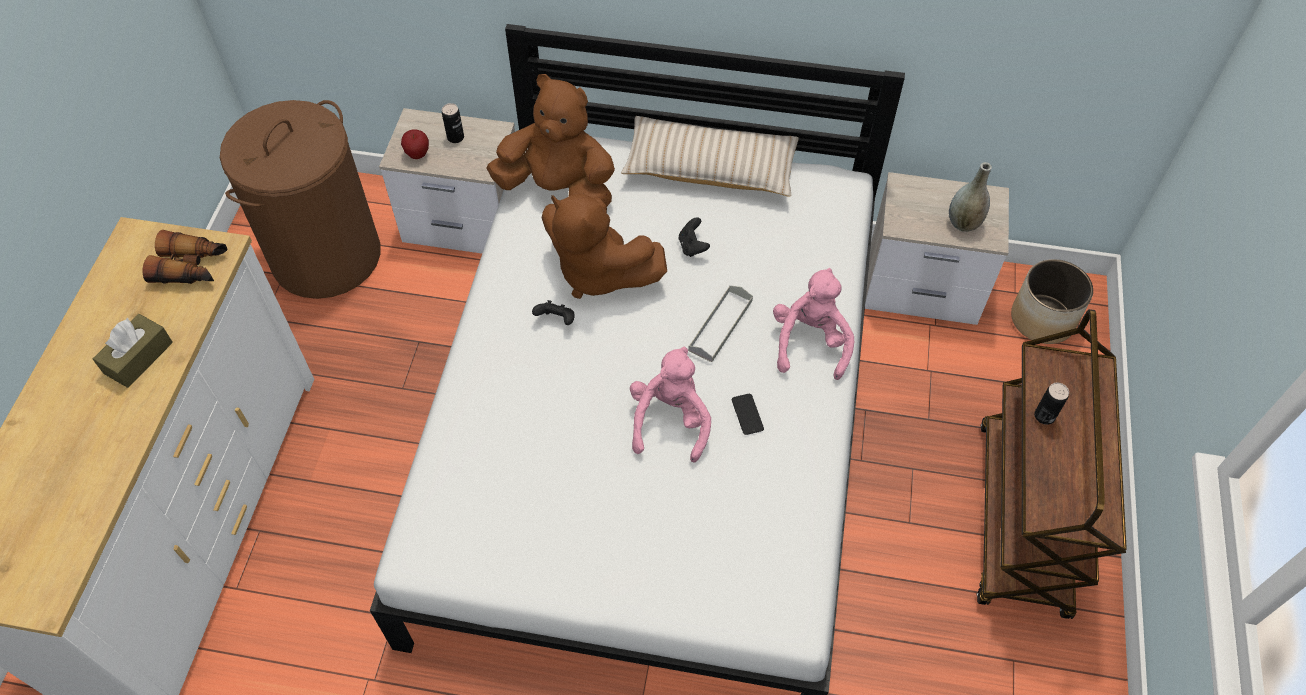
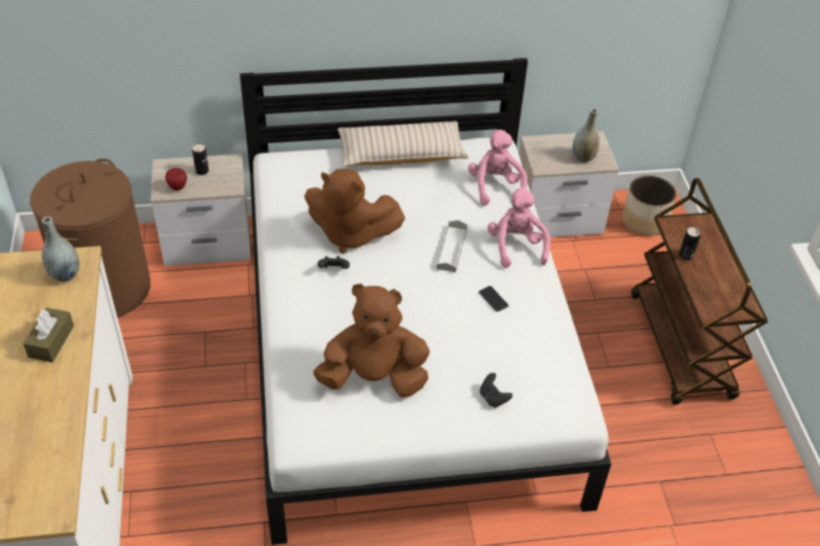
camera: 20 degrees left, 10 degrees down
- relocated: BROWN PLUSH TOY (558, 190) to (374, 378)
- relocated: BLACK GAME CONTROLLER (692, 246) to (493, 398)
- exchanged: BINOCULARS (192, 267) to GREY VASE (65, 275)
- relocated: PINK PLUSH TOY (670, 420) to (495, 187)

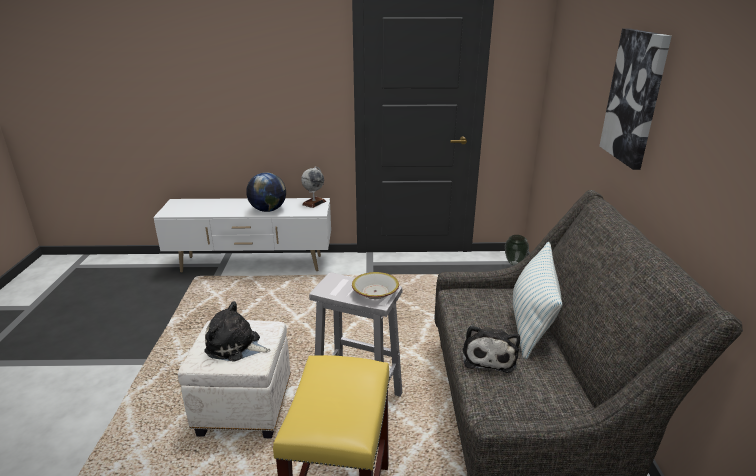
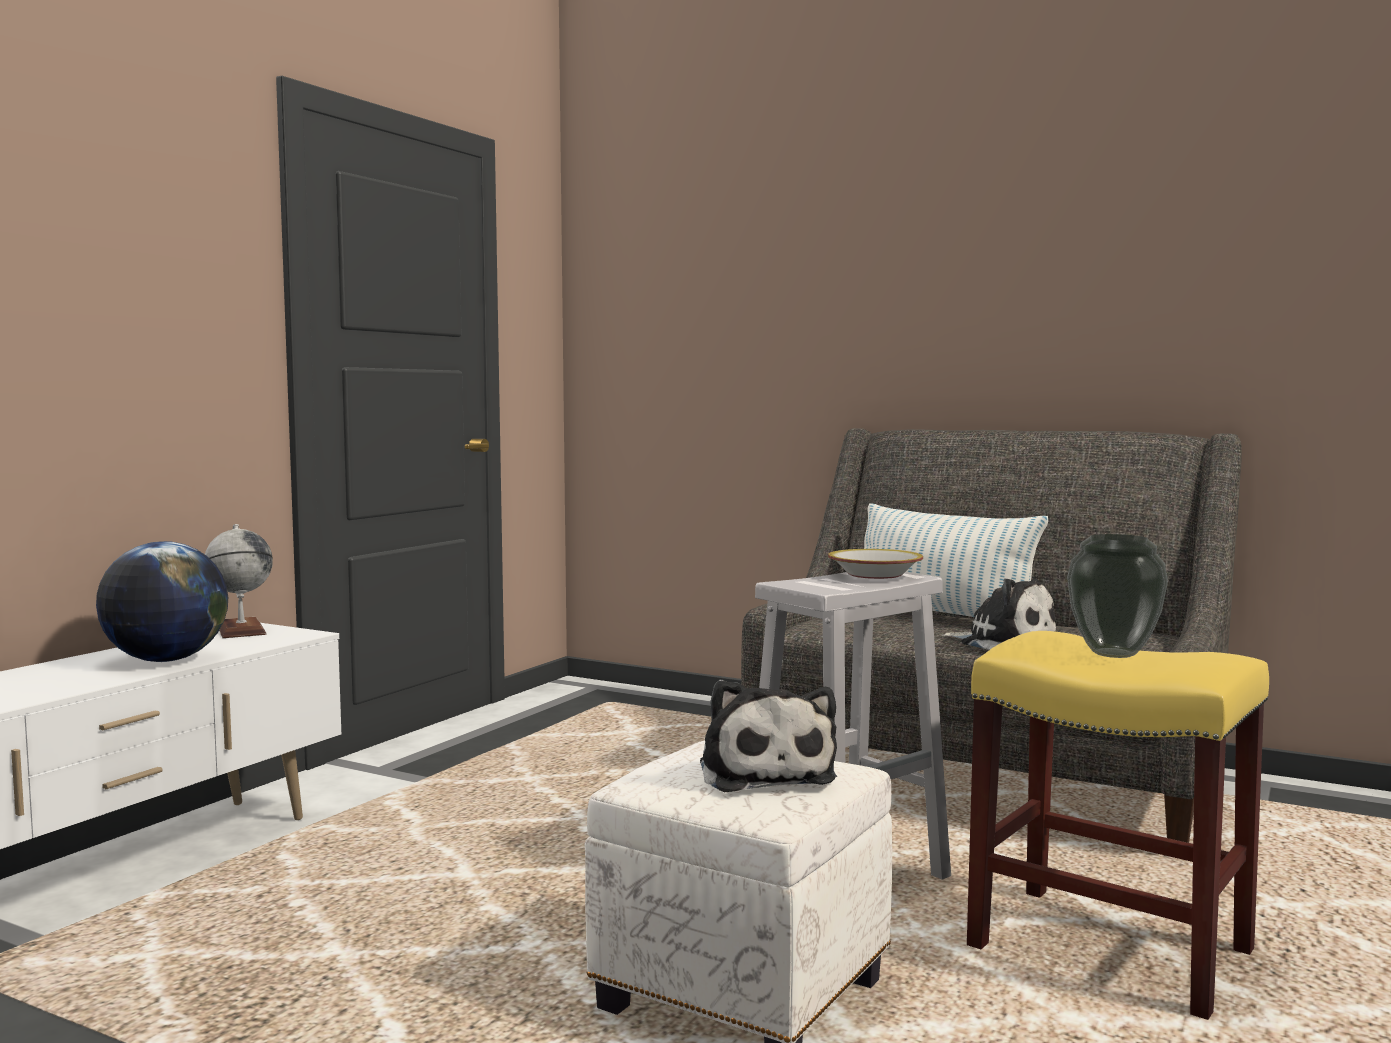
camera: 60 degrees left, 20 degrees down
- missing: PICTURE (635, 97)
- relocated: VASE (515, 263) to (1115, 653)
- spun: PLUSH TOY (236, 346) = (765, 773) 60 degrees counterclockwise

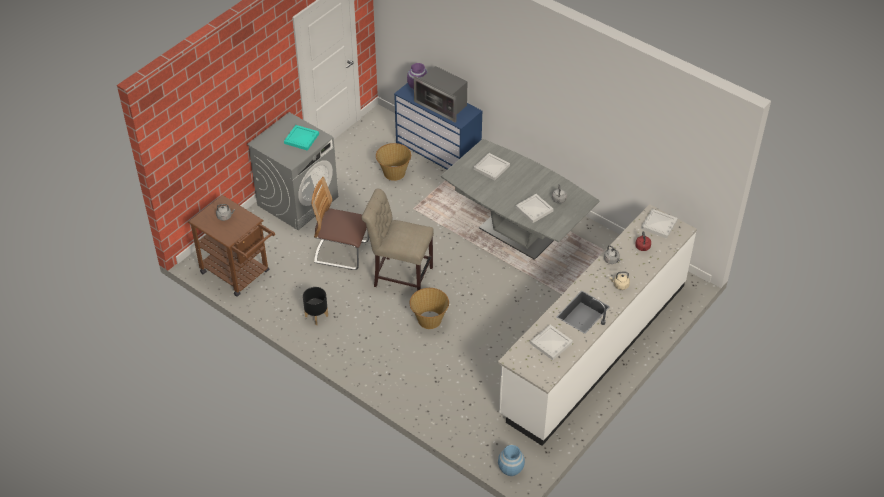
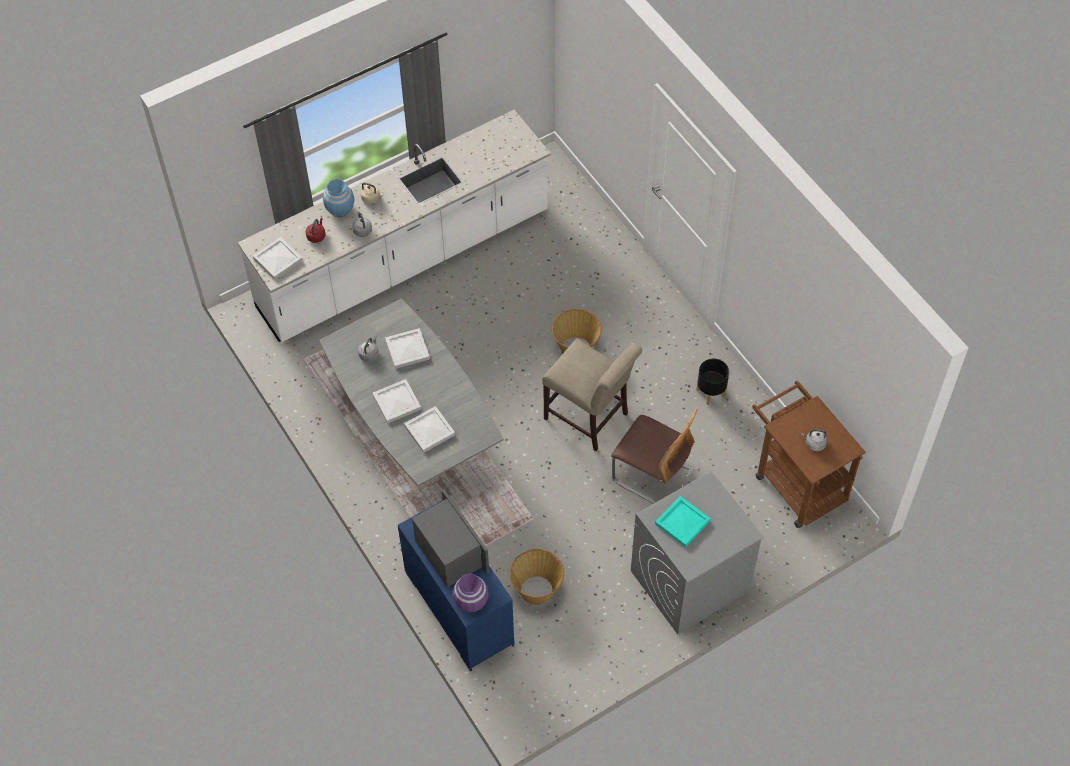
camera: 160 degrees left, 10 degrees up
- relocated: WHITE TRAY (550, 343) to (397, 402)
- relocated: BLUE VASE (510, 469) to (340, 209)

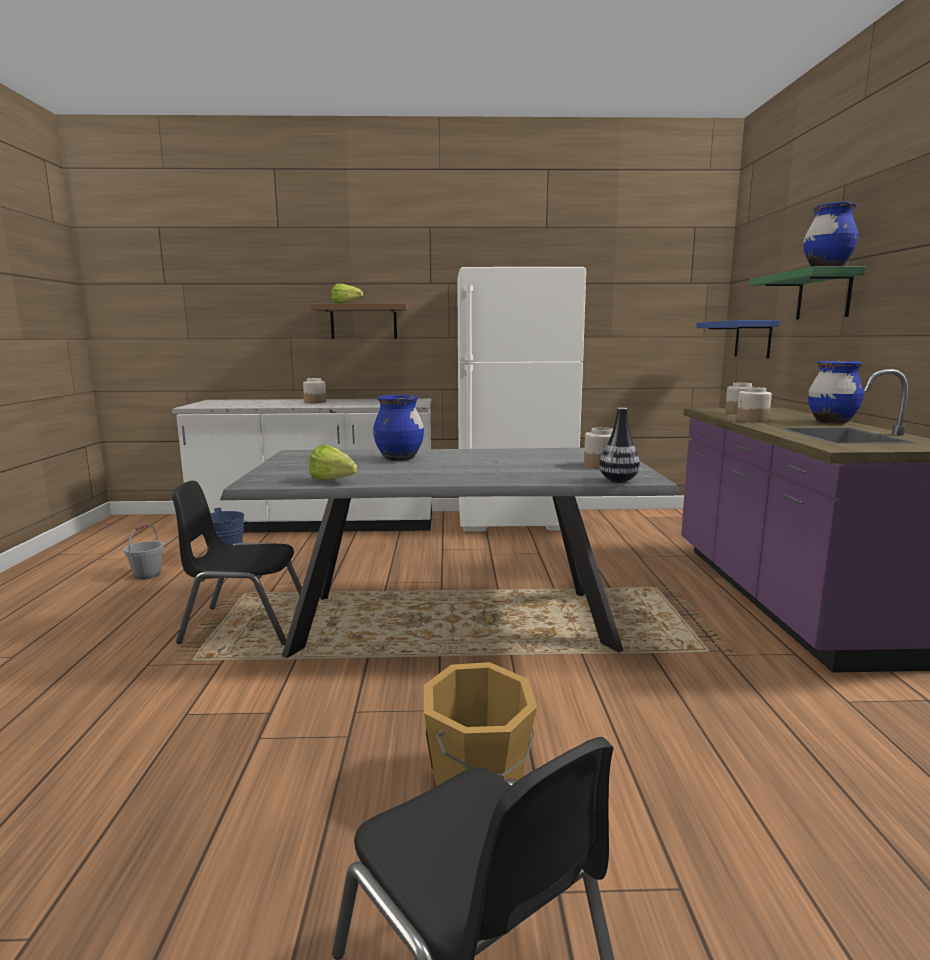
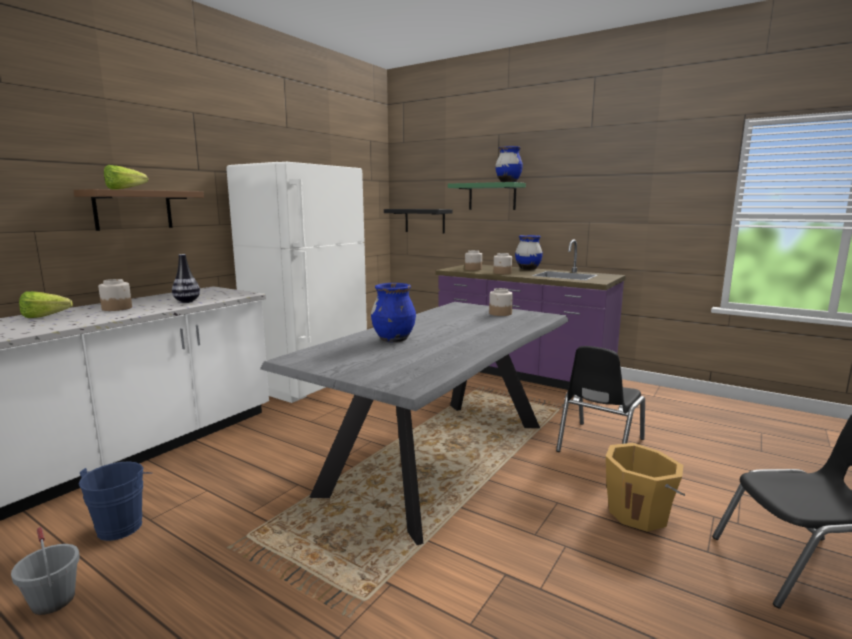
camera: 55 degrees left, 0 degrees up
- colour: BLUE SHELF (753, 339) to BLACK SHELF (424, 220)
- relocated: VASE (618, 481) to (187, 301)
- relocated: LETTUCE (335, 482) to (49, 317)
- relocated: BLACK CHAIR (246, 624) to (599, 445)

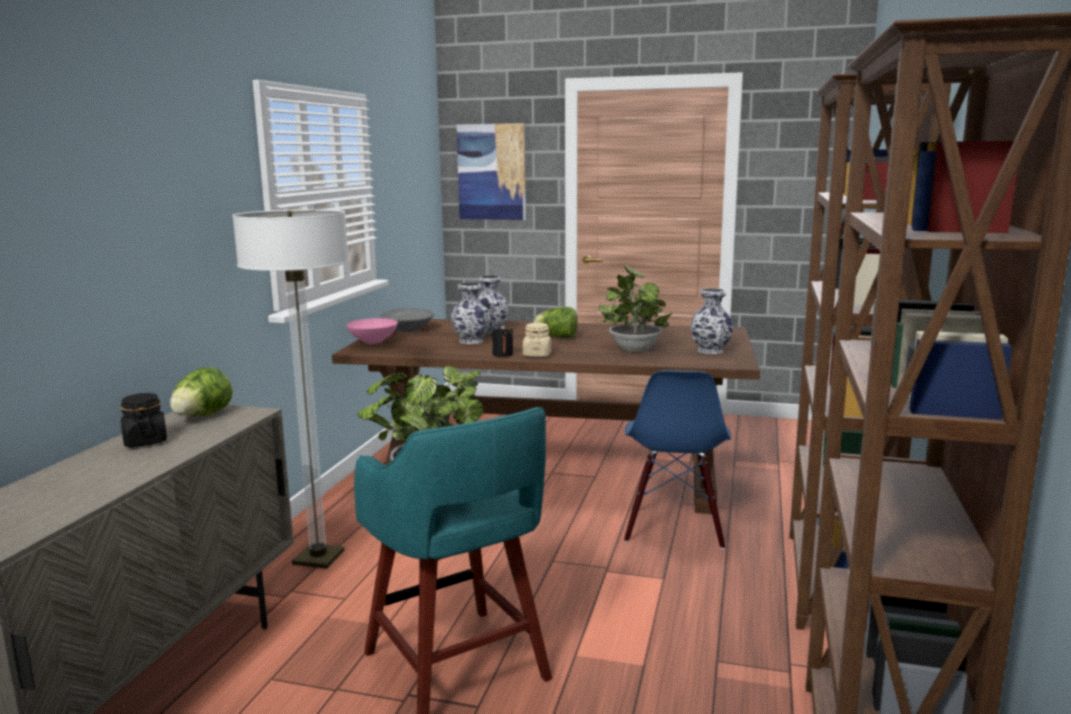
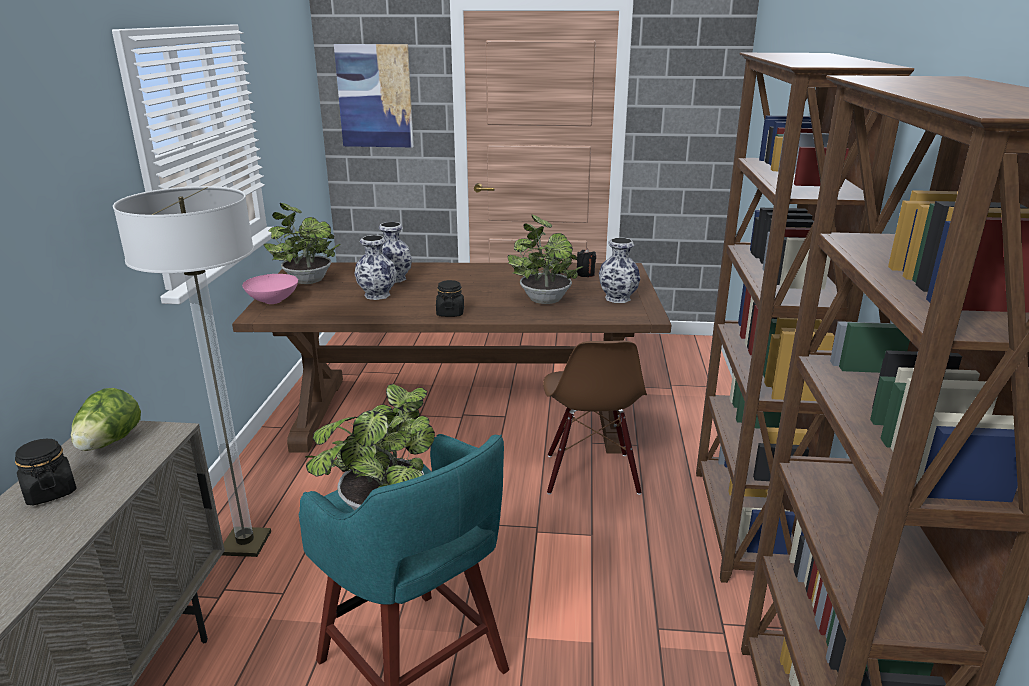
camera: 10 degrees left, 10 degrees up
- missing: LETTUCE (557, 337)
- exchanged: GREY BOWL (408, 329) to POTTED PLANT (306, 280)
- colour: BEIGE JAR (537, 355) to BLACK JAR (450, 313)
- relocated: BLACK CANDLE (502, 354) to (585, 274)
- colour: BLUE CHAIR (674, 529) to BROWN CHAIR (590, 474)

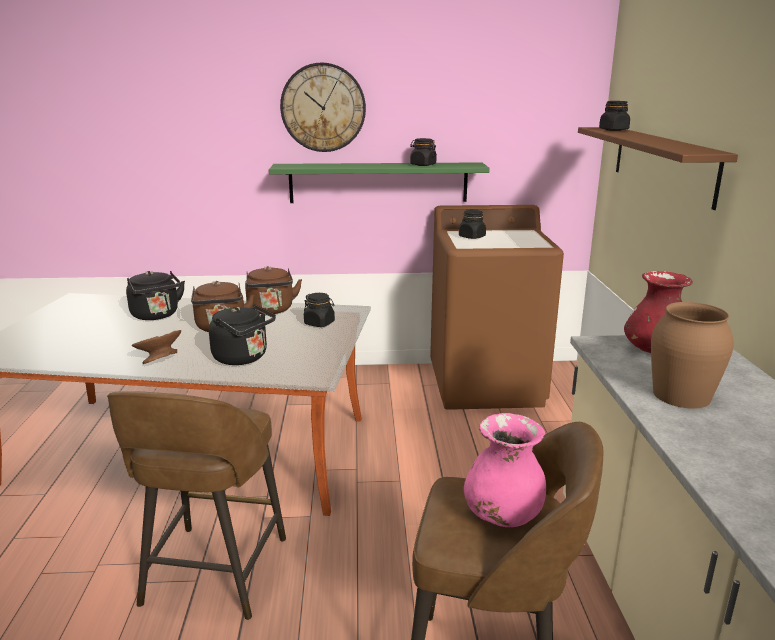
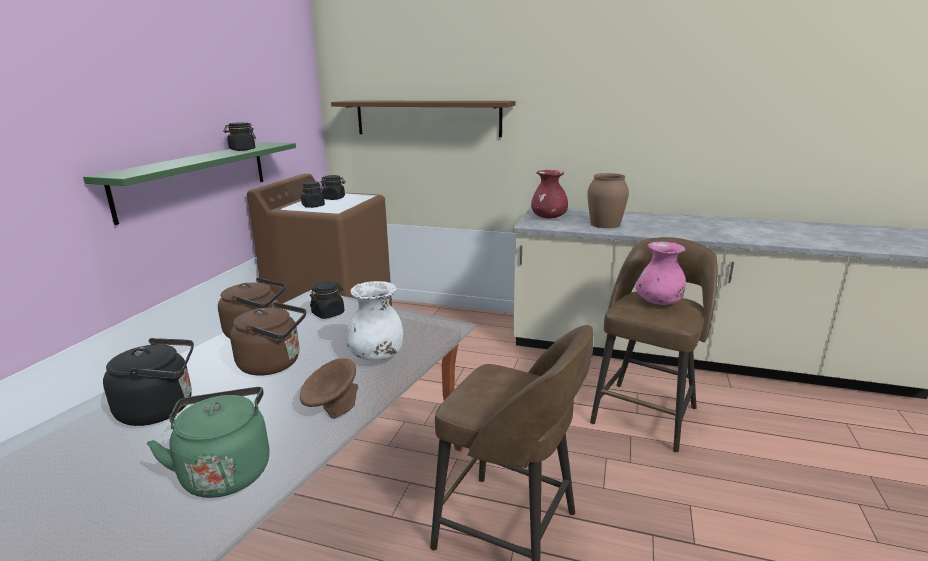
camera: 70 degrees left, 0 degrees up
- missing: WALL CLOCK (323, 108)
- relocated: BLACK JAR (613, 130) to (334, 198)
- exchanged: BLACK KETTLE (243, 358) to WHITE VASE (377, 356)
- appeared: GREEN KETTLE (226, 470)

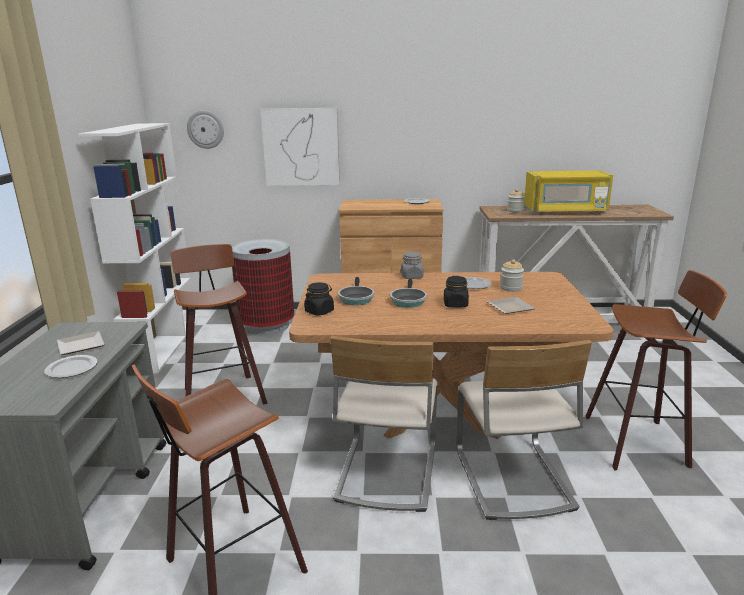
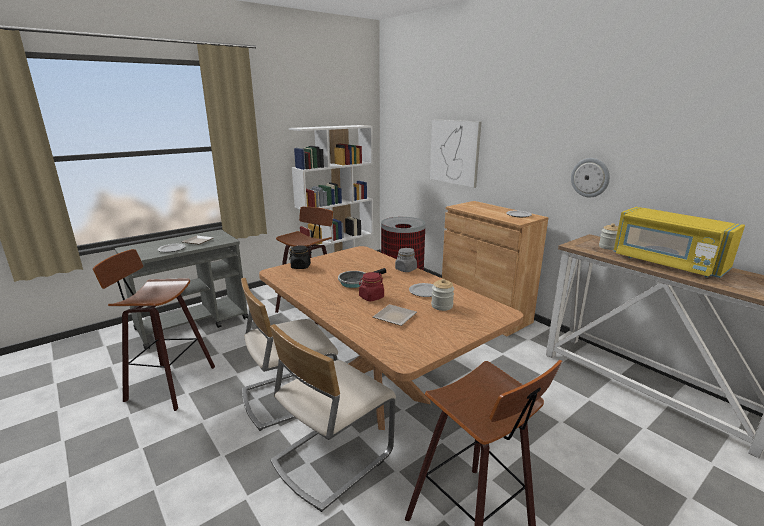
camera: 50 degrees right, 0 degrees up
- relocated: WALL CLOCK (205, 129) to (590, 177)
- colour: BLACK JAR (455, 304) to RED JAR (371, 297)
- missing: FRYING PAN (355, 298)

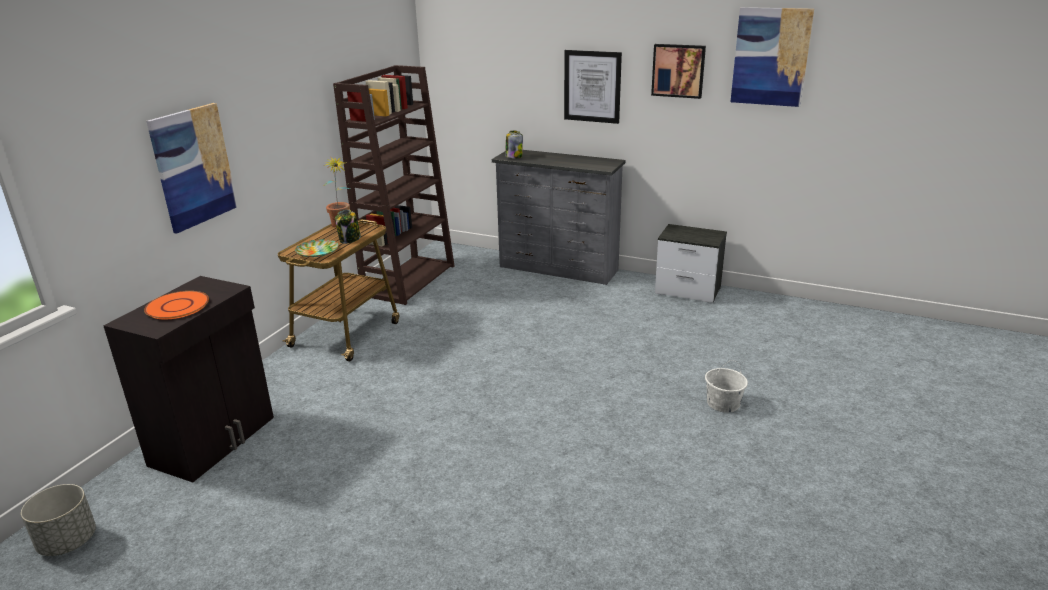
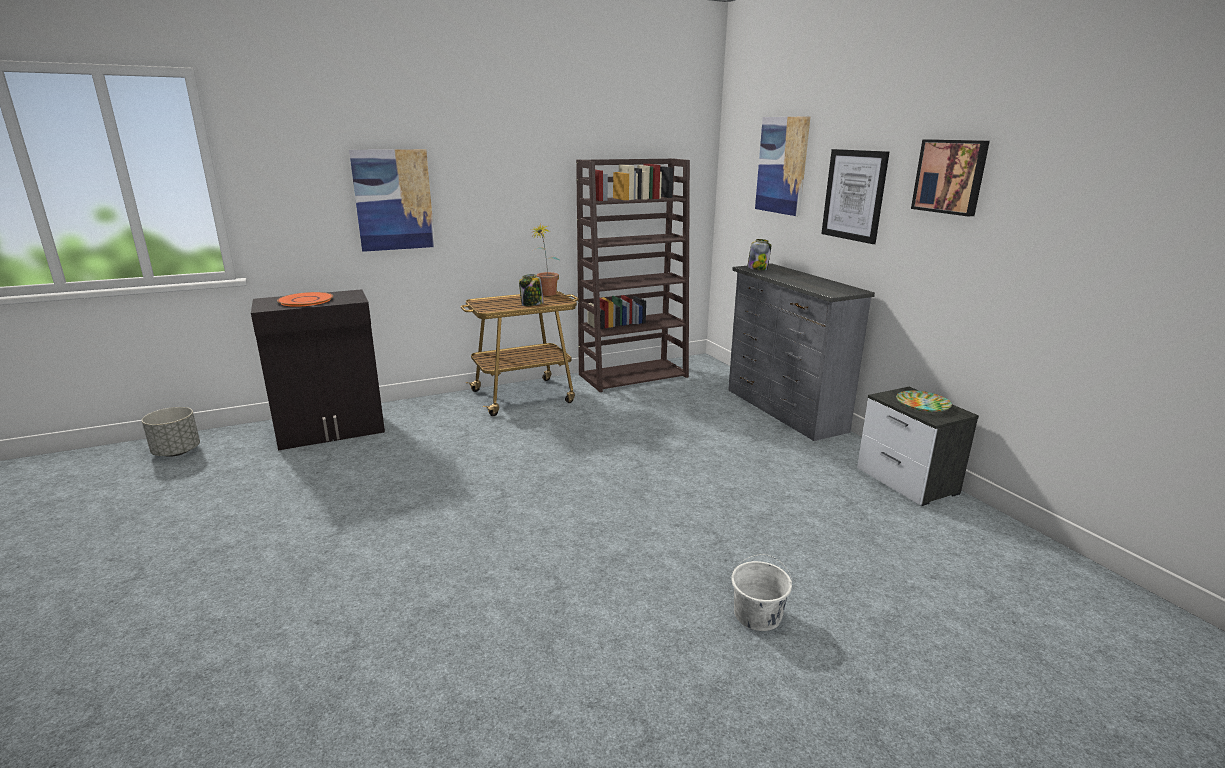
camera: 40 degrees right, 5 degrees down
- relocated: PICTURE (770, 57) to (782, 165)
- relocated: PLATE (317, 251) to (923, 405)

